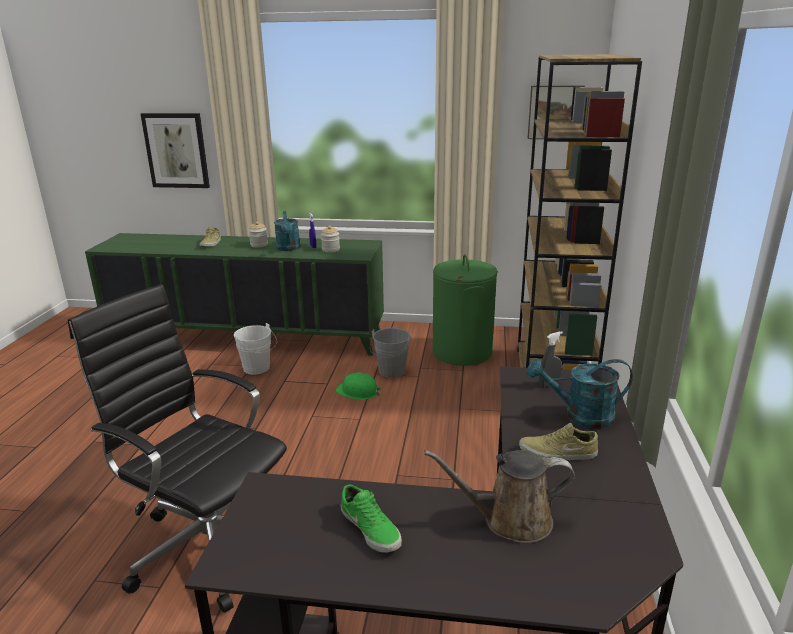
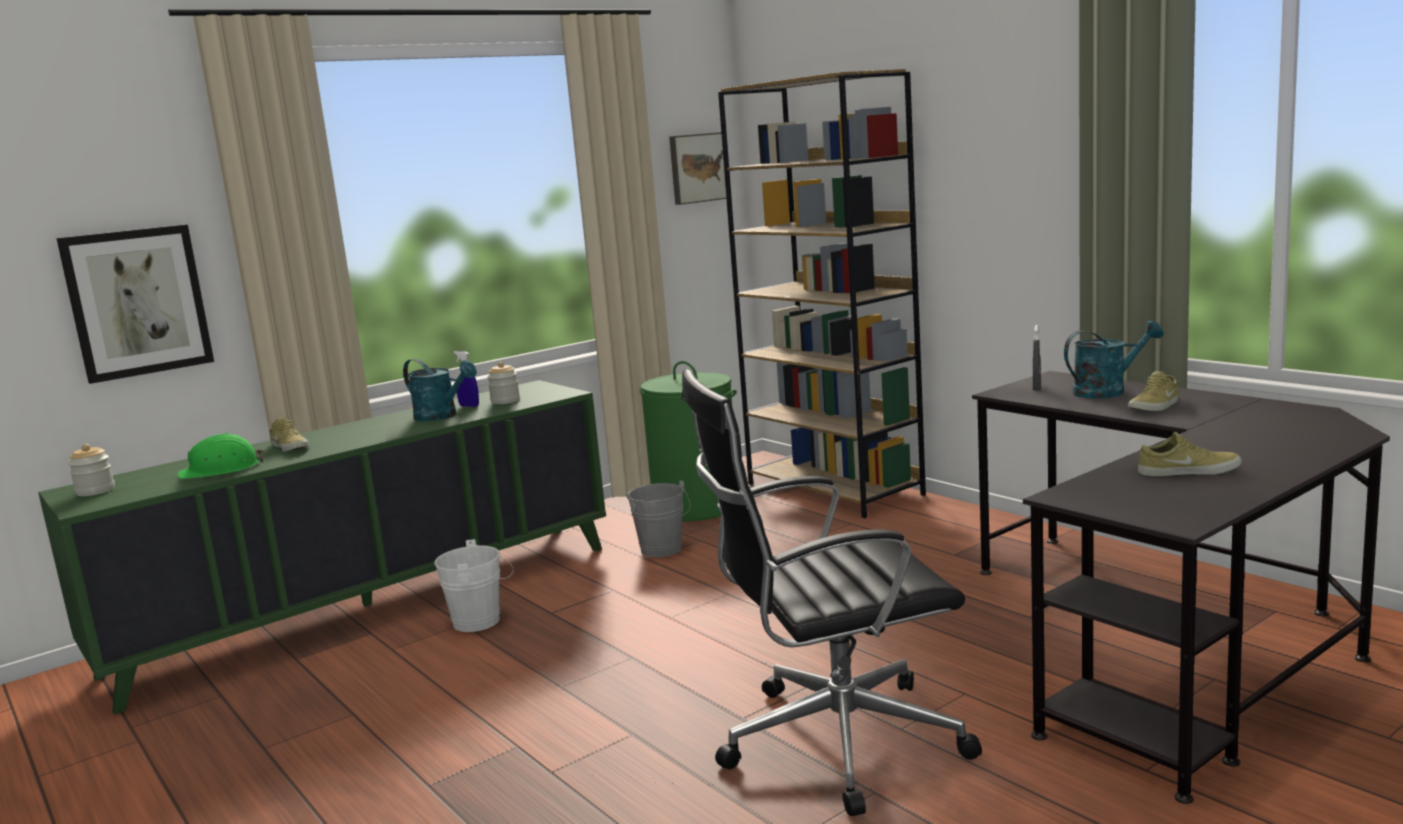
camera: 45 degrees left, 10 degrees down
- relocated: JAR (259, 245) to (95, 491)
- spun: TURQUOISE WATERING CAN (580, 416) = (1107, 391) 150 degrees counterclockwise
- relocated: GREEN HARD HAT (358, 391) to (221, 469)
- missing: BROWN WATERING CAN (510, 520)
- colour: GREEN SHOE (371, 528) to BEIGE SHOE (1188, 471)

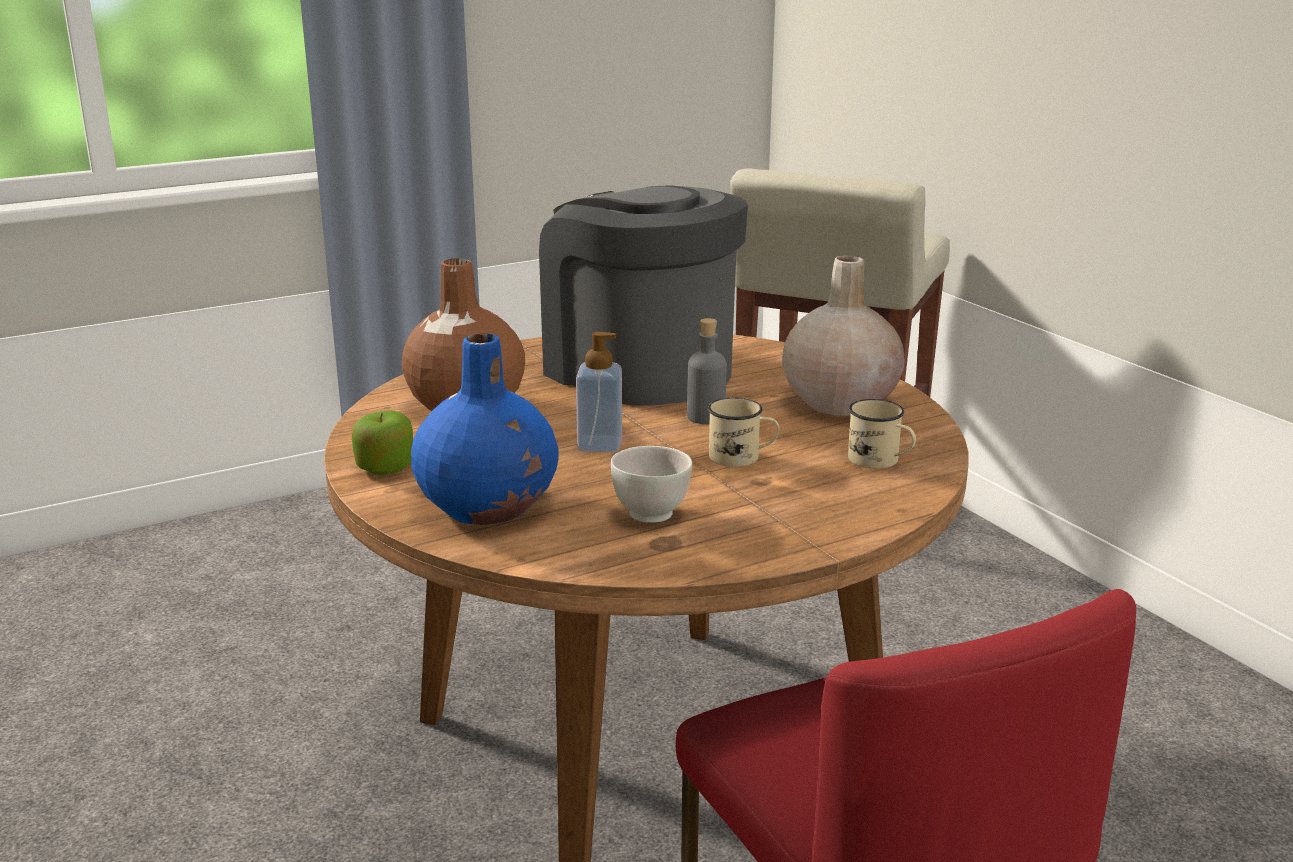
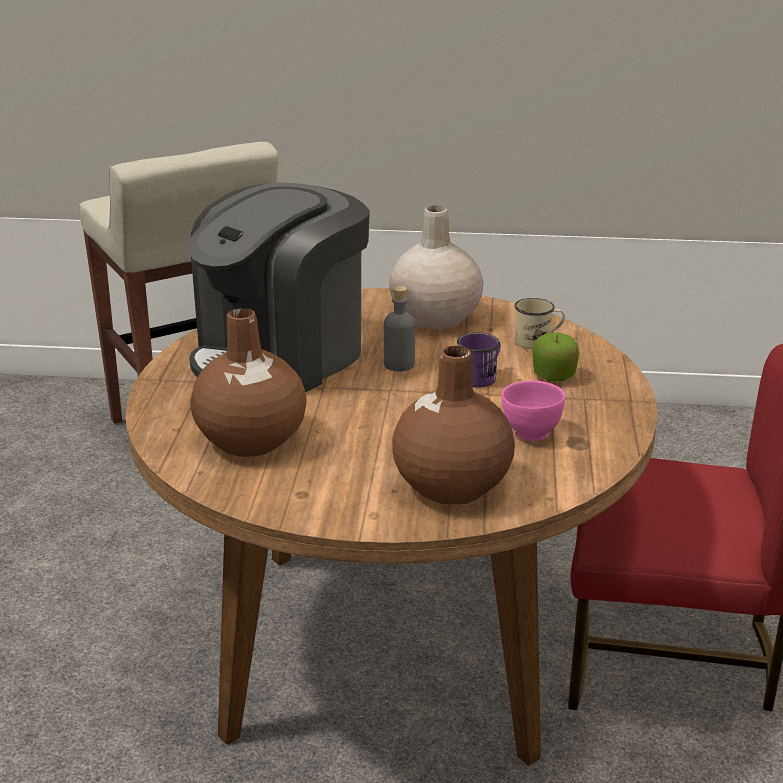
camera: 55 degrees left, 5 degrees up
- spun: COFFEE MACHINE (639, 371) = (281, 357) 45 degrees counterclockwise
- missing: SOAP DISPENSER (600, 445)
- colour: BLUE VASE (488, 506) to BROWN VASE (451, 485)
- colour: BEIGE MUG (742, 458) to PURPLE MUG (481, 376)
- relocated: APPLE (385, 467) to (553, 376)
- colour: WHITE BOWL (651, 513) to PINK BOWL (530, 433)

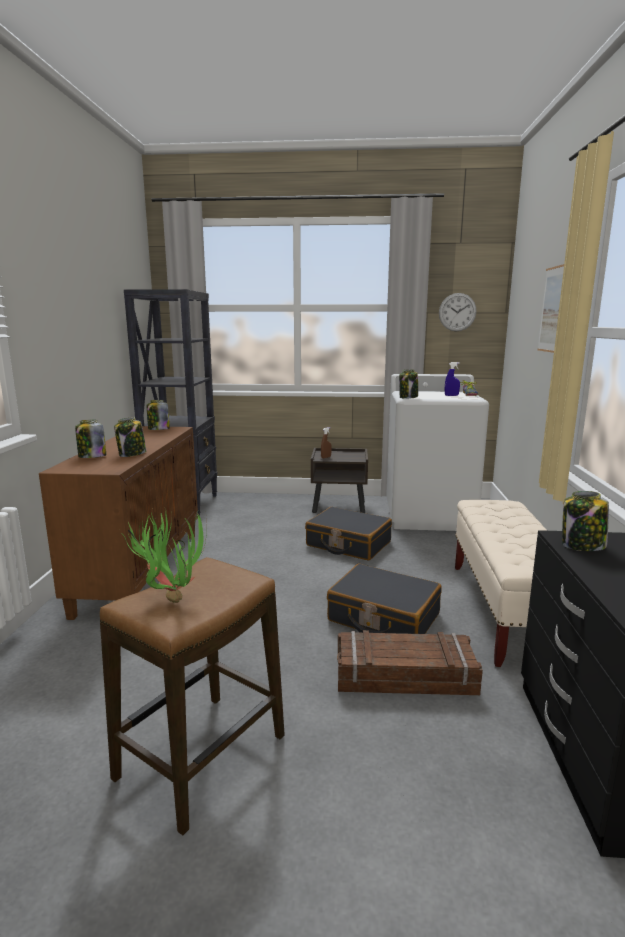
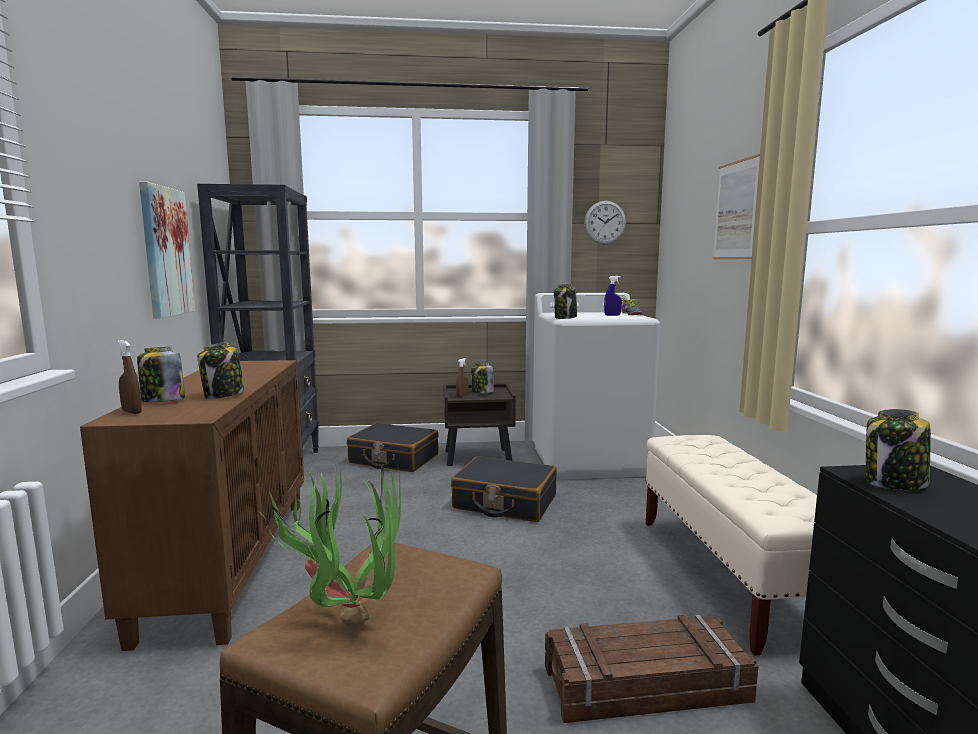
camera: 10 degrees left, 5 degrees down
- relocated: JAR (158, 429) to (482, 392)
- relocated: BLACK SUITCASE (383, 618) to (393, 459)
- appeared: PICTURE (165, 252)
- appeared: BROWN SPRAY BOTTLE (131, 412)

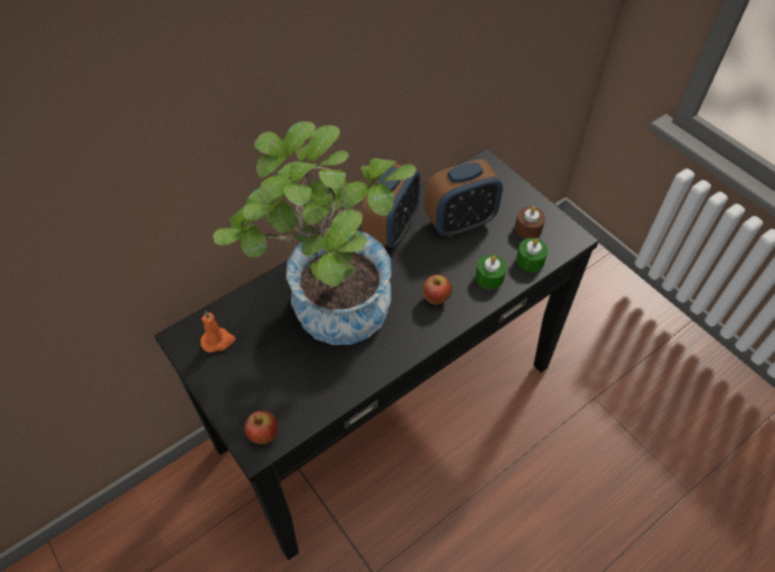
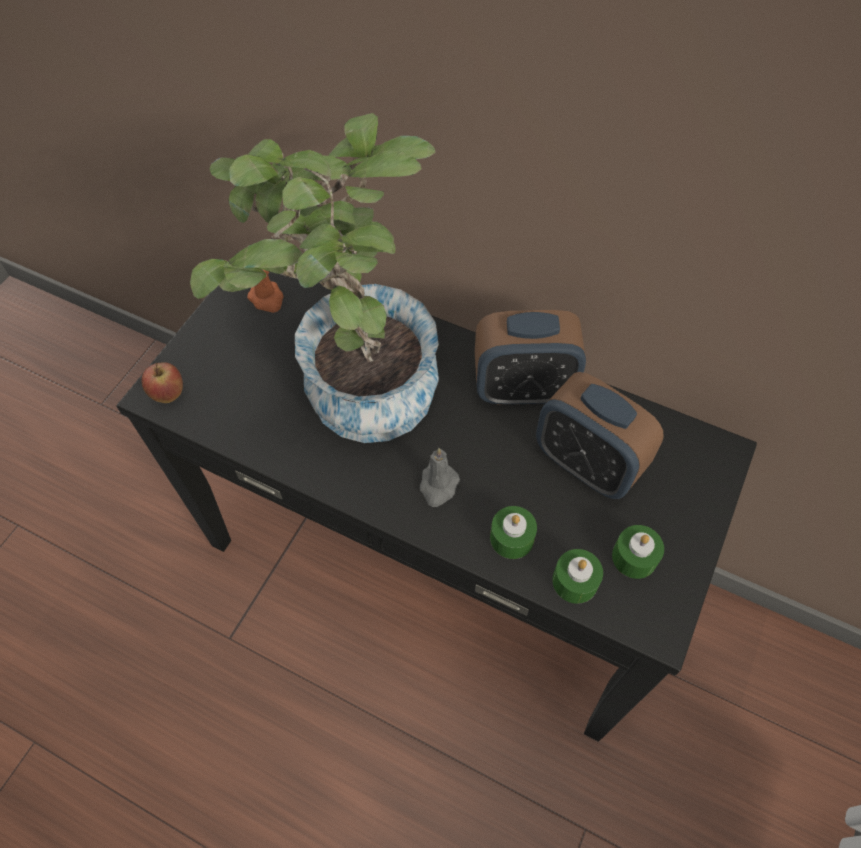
camera: 65 degrees right, 5 degrees up
- colour: BROWN CANDLE (528, 228) to GREEN CANDLE (634, 557)
- exchanged: APPLE (436, 299) to GREY CANDLE (438, 486)

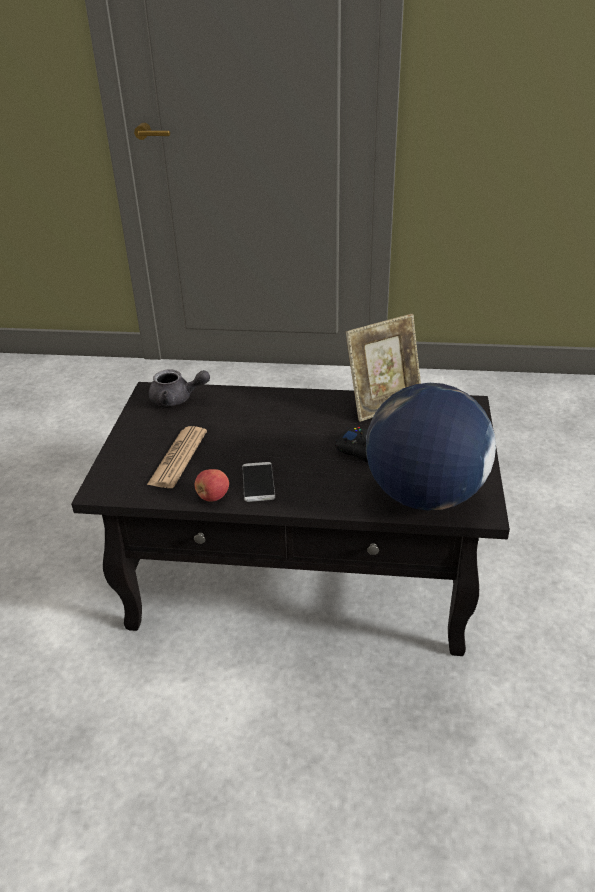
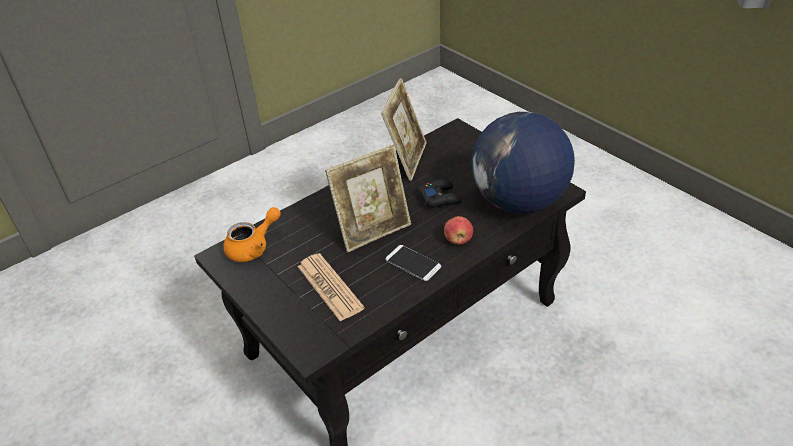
camera: 45 degrees left, 5 degrees up
- colour: GREY TEAPOT (177, 399) to ORANGE TEAPOT (253, 247)
- relocated: APPLE (213, 497) to (458, 240)
- appeared: PICTURE FRAME (373, 230)

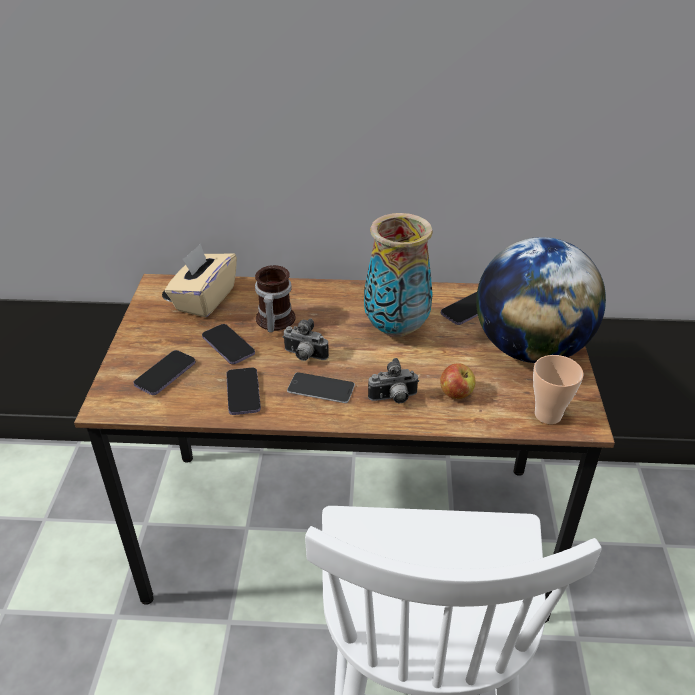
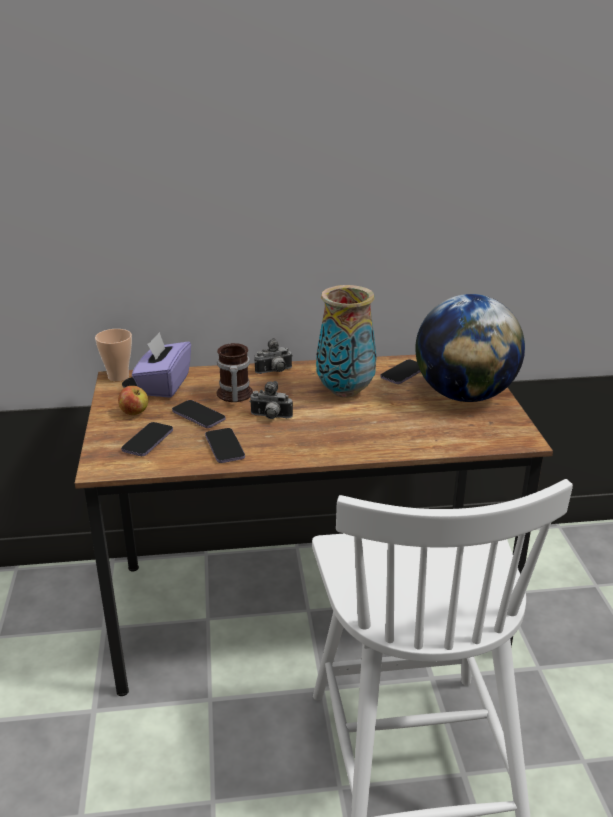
camera: 10 degrees left, 10 degrees down
- colour: BEIGE TISSUE BOX (204, 299) to PURPLE TISSUE BOX (164, 385)
- relocated: CUP (548, 415) to (118, 377)
- relocated: PHOTO CAMERA (393, 399) to (274, 372)
- relocated: APPLE (456, 393) to (134, 413)
- missing: PHONE (321, 388)

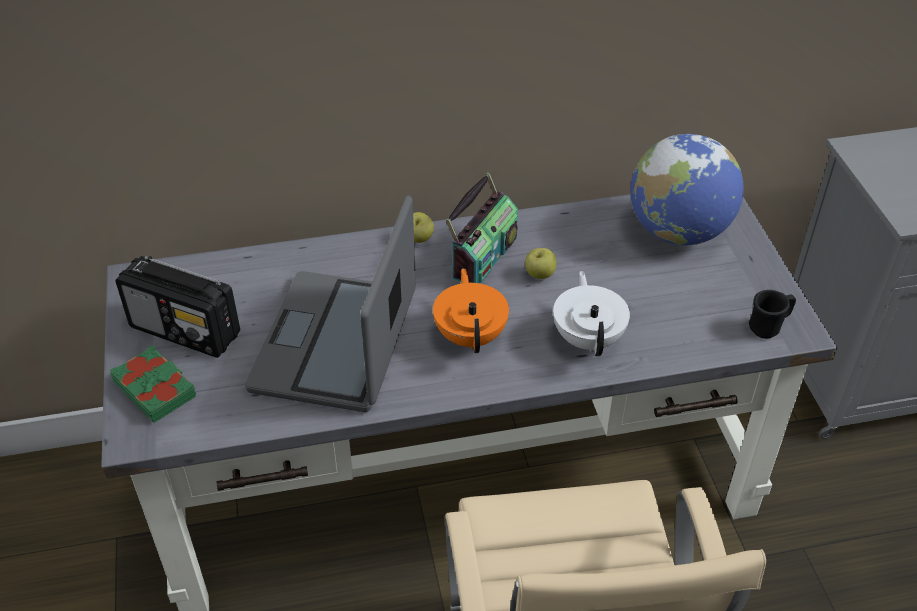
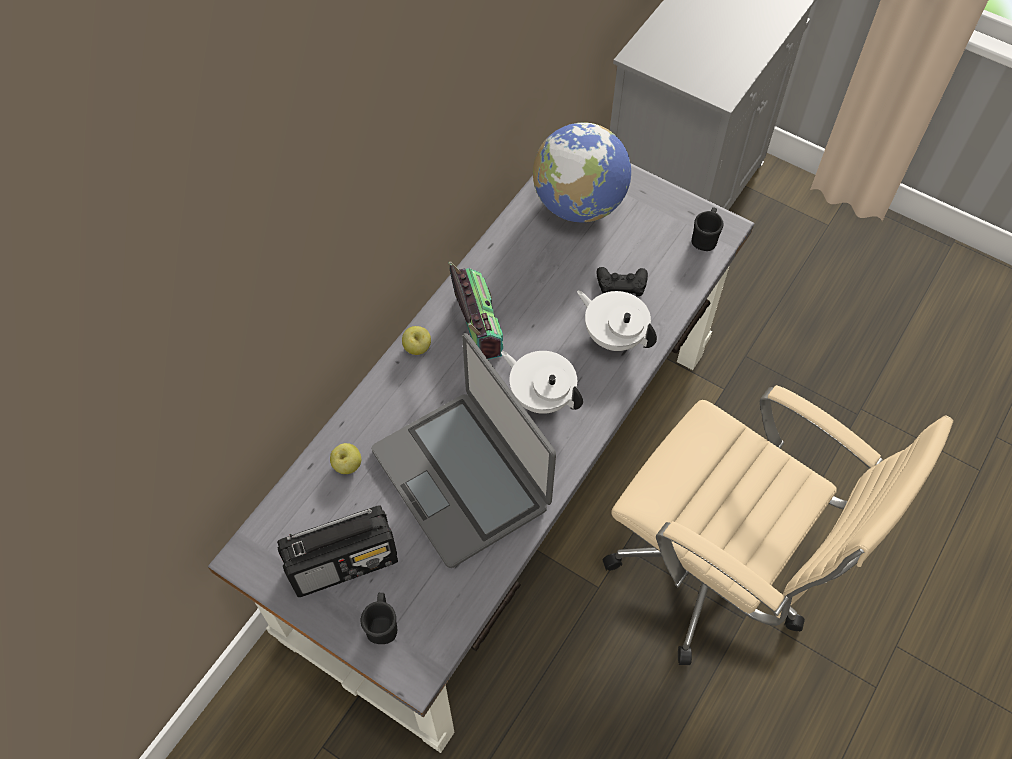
camera: 45 degrees left, 15 degrees up
- relocated: APPLE (539, 275) to (347, 465)
- colour: ORANGE TEAPOT (471, 335) to WHITE TEAPOT (541, 395)
- exchanged: GREEN BOOK (155, 388) to BLACK MUG (382, 625)
- appeared: BLACK GAME CONTROLLER (621, 284)

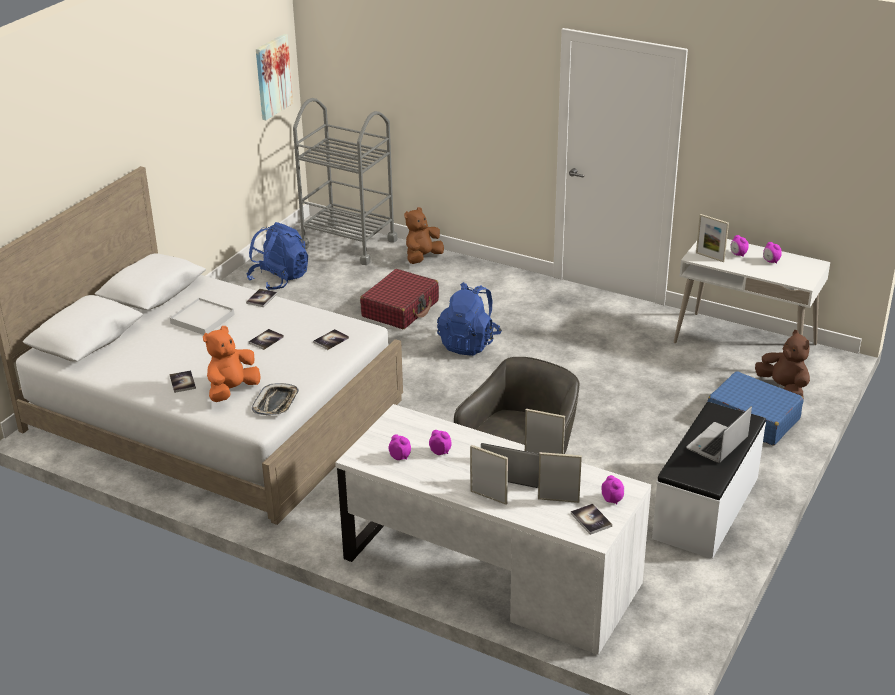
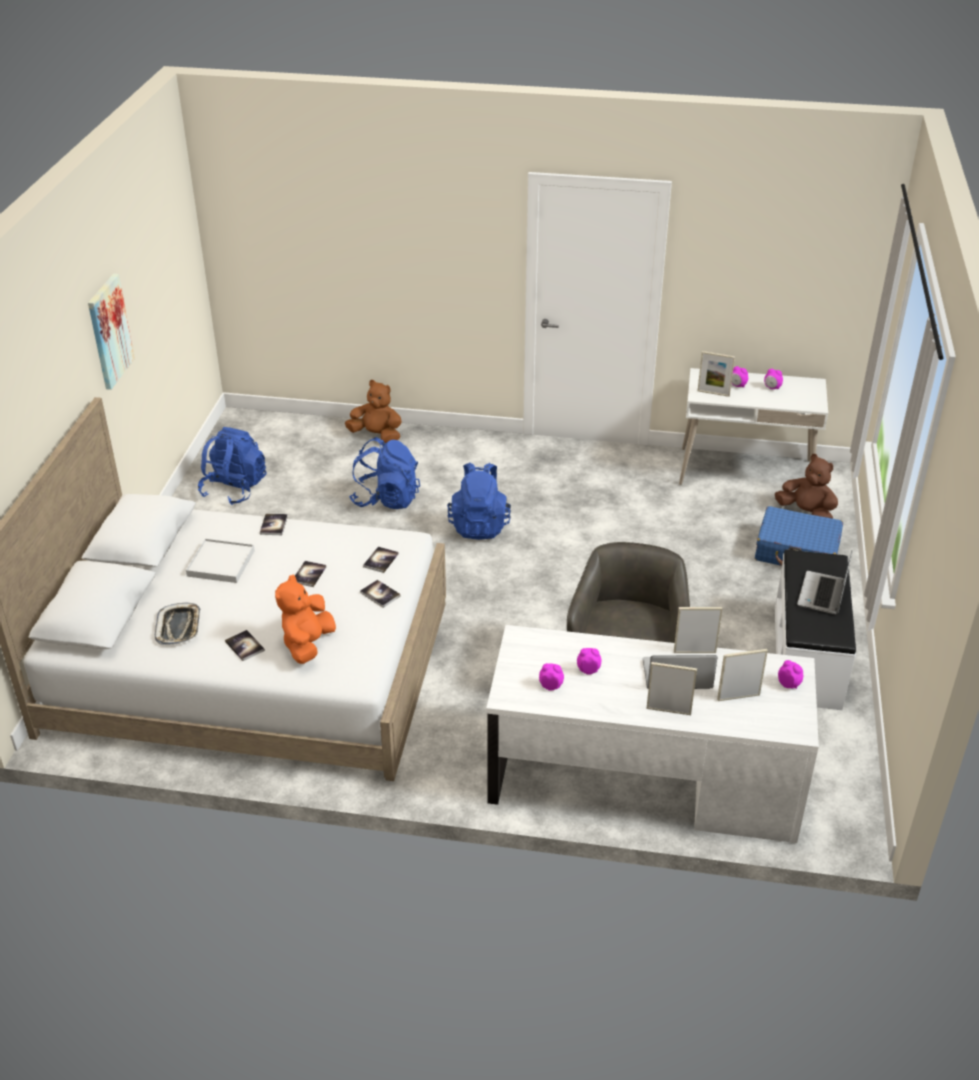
camera: 20 degrees left, 5 degrees up
- relocated: PICTURE (273, 76) to (109, 331)
- missing: GREY CART (348, 243)
- spun: BROWN PLUSH TOY (422, 258) = (376, 436) 90 degrees clockwise
- exchanged: RED SUITCASE (400, 309) to BLUE BACKPACK (386, 499)
- relocated: TRAY (276, 403) to (179, 627)
- relocated: BOOK (591, 520) to (380, 594)

